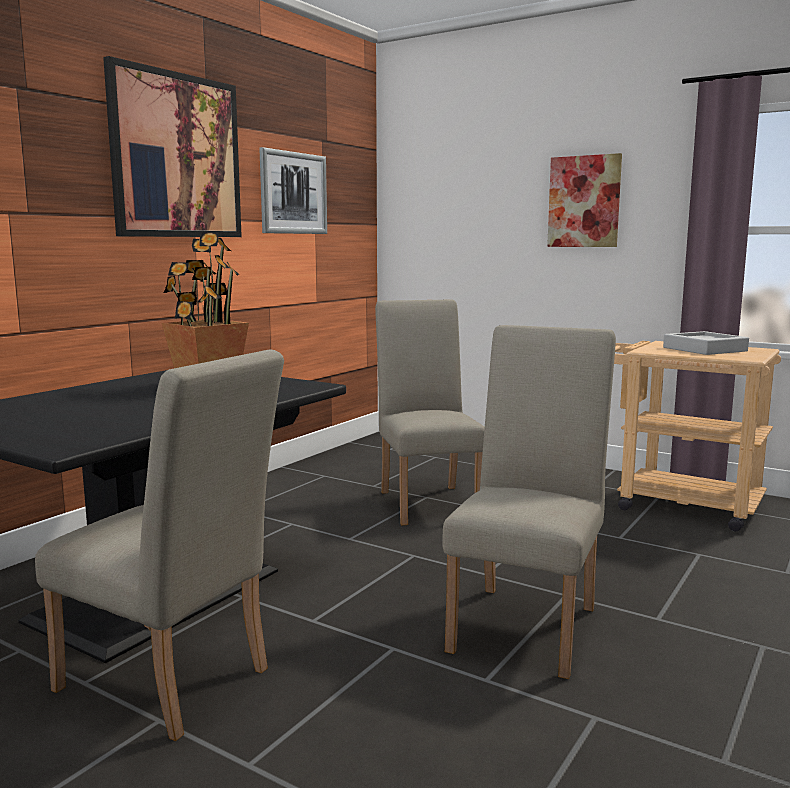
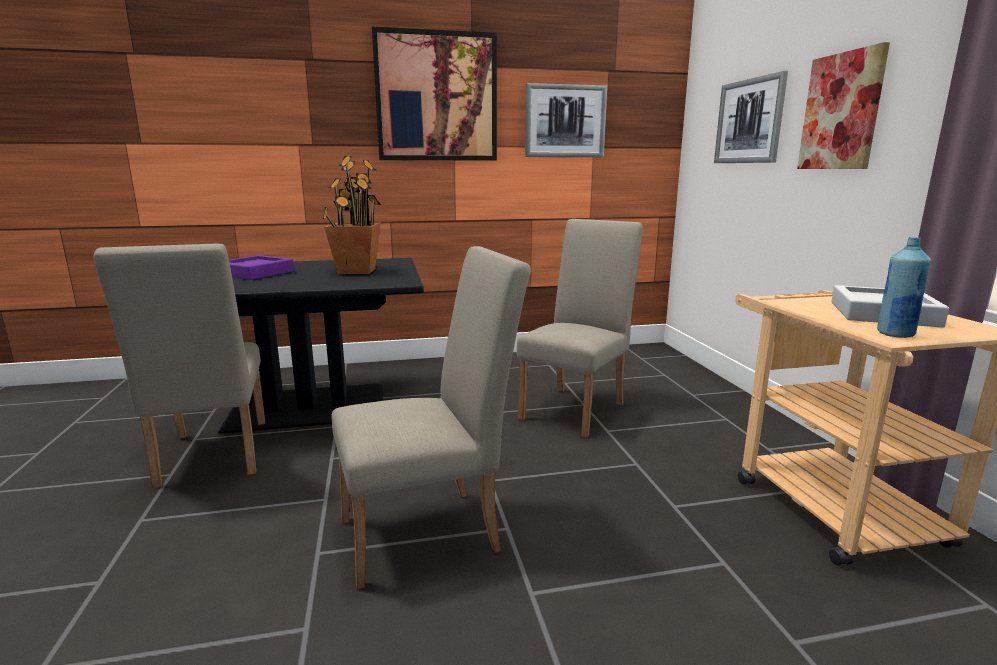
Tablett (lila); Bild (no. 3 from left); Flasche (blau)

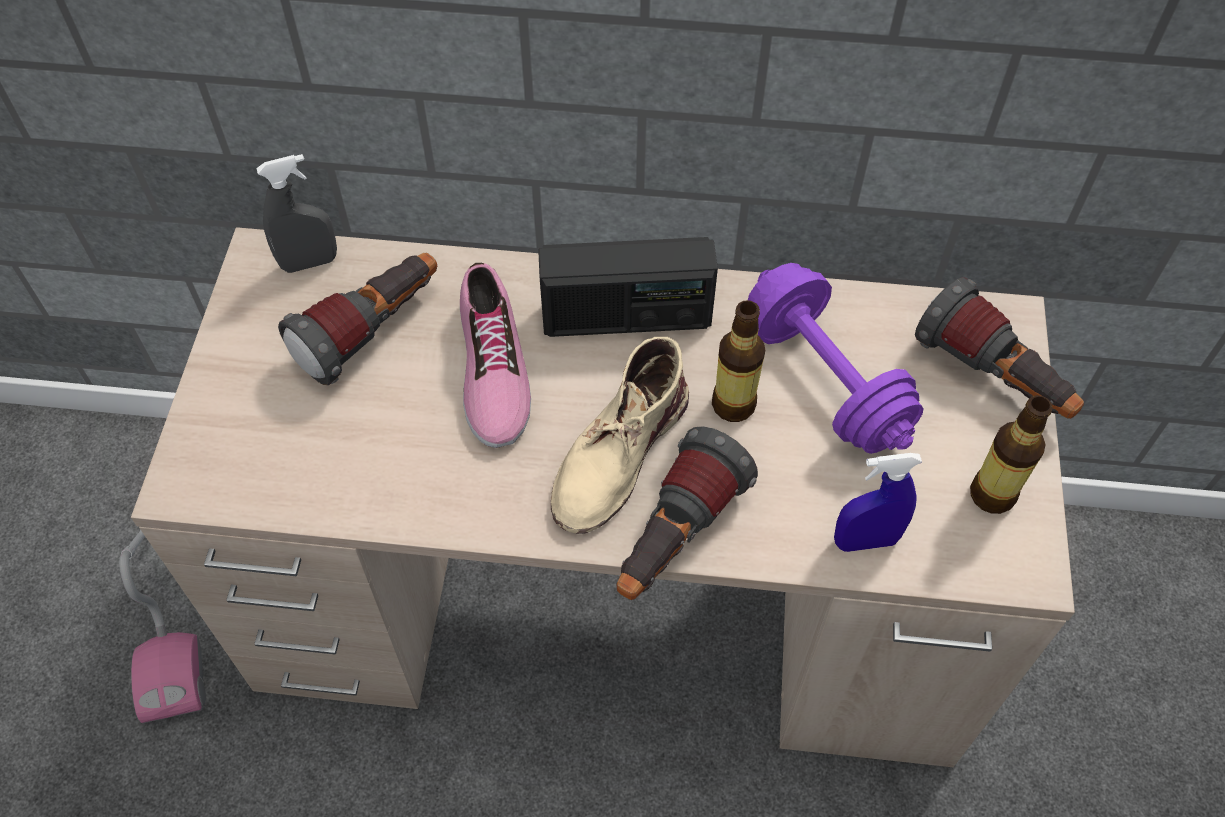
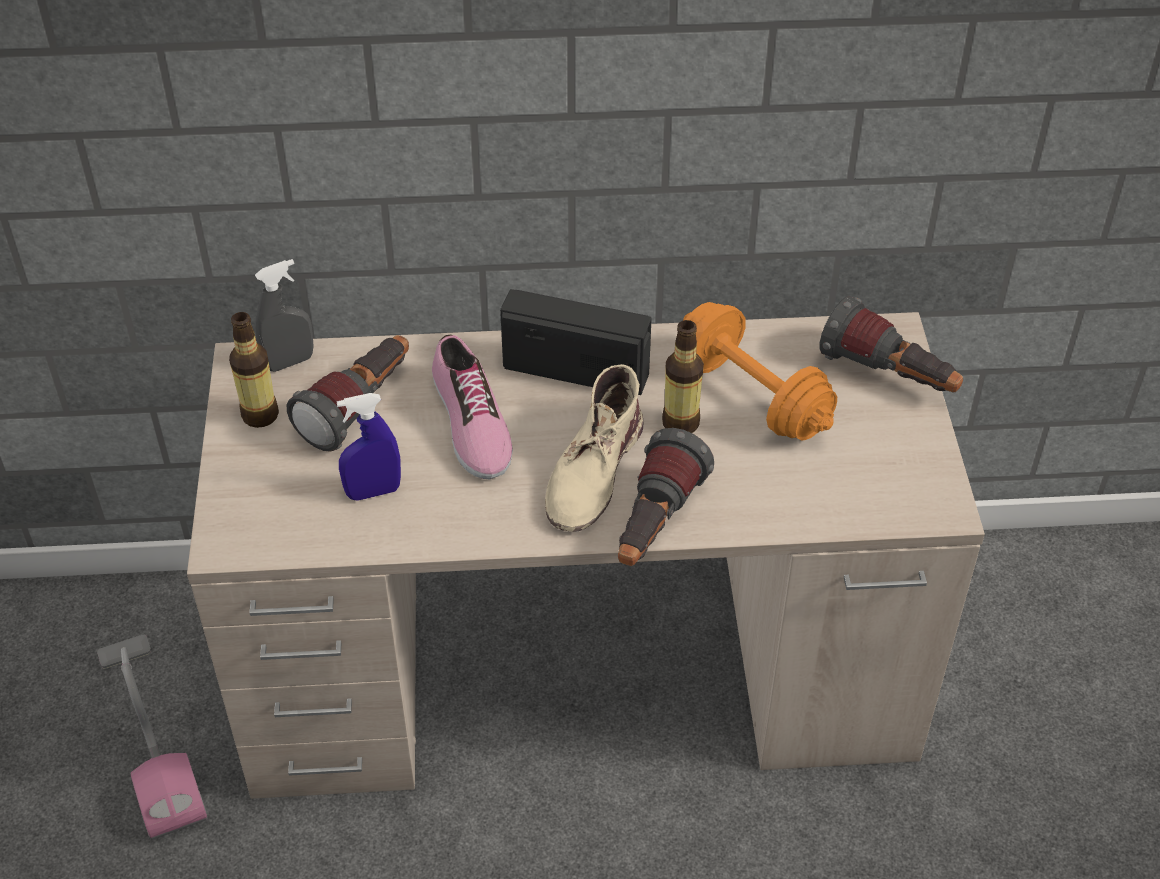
Sprühflasche (blau); Flasche (no. 1 from left); Hantel (orange); Radio

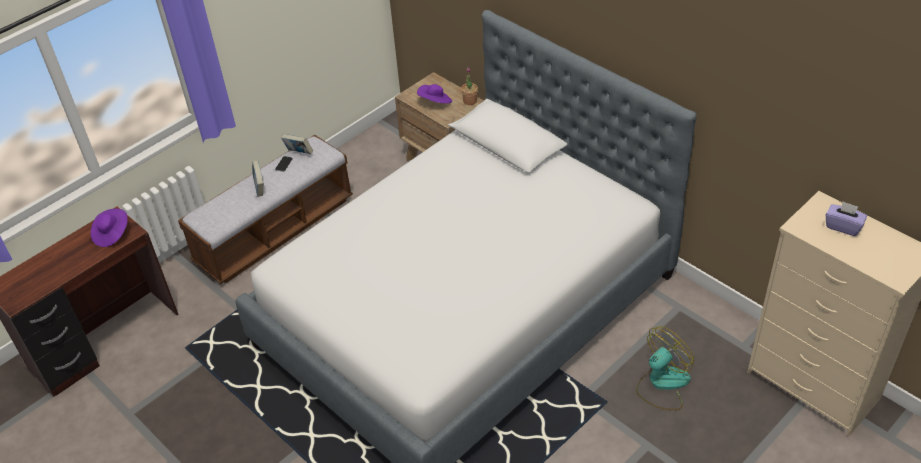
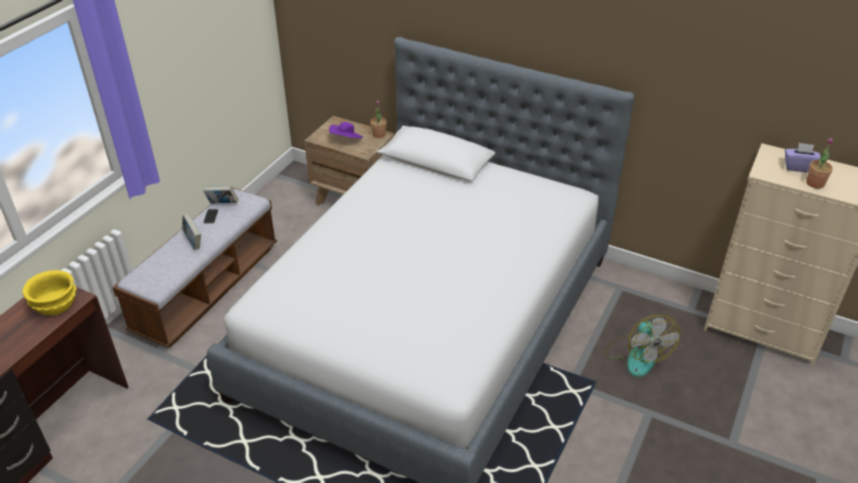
Topfpflanze (no. 2 from left); Schüssel (gelb); Ventilator

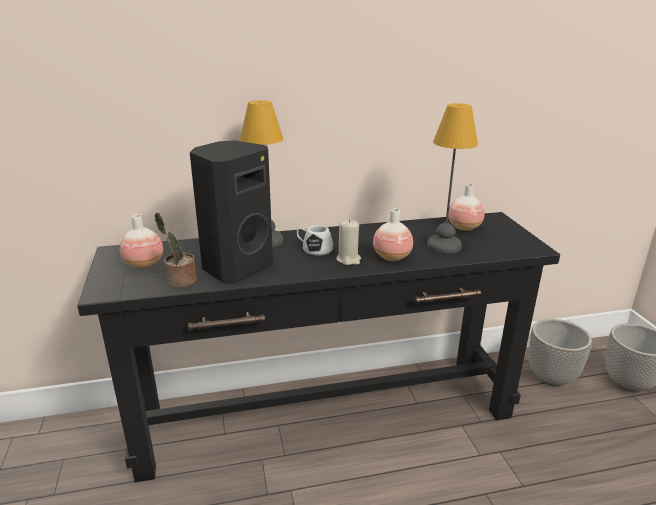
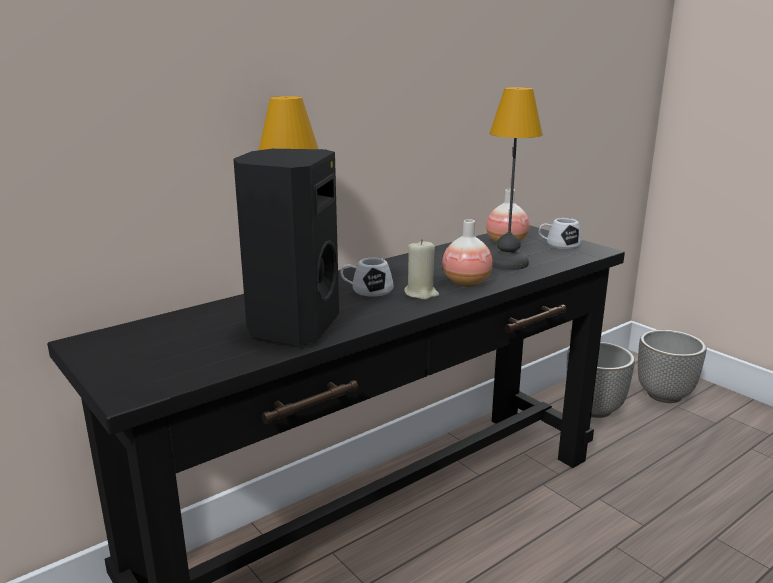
Vase (no. 1 from left in the first image); Topfpflanze; Henkelbecher (weiß) (no. 2 from left)

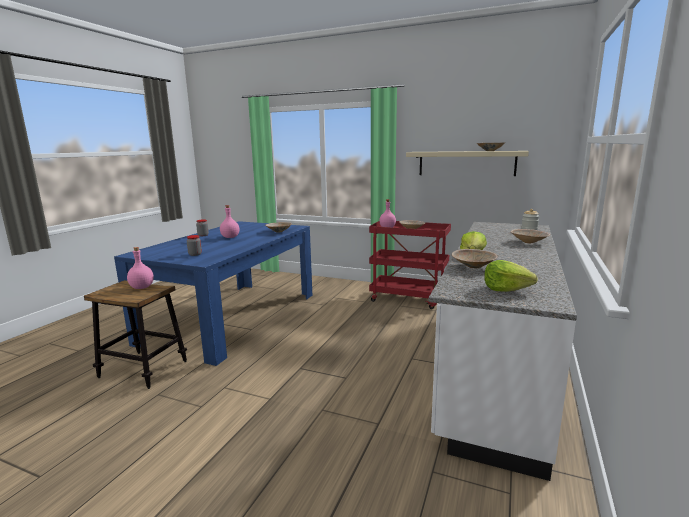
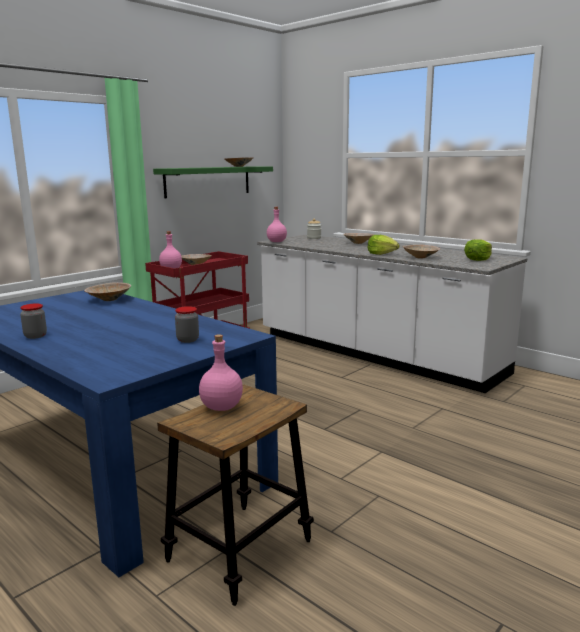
Flasche (rosa) (no. 3 from left); Wandregal (grün)

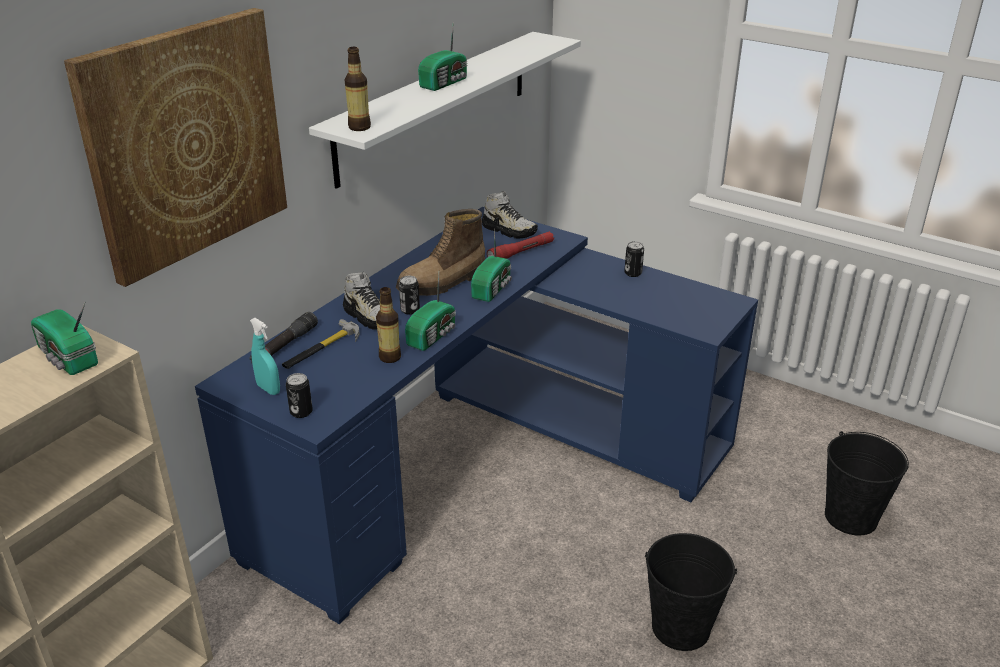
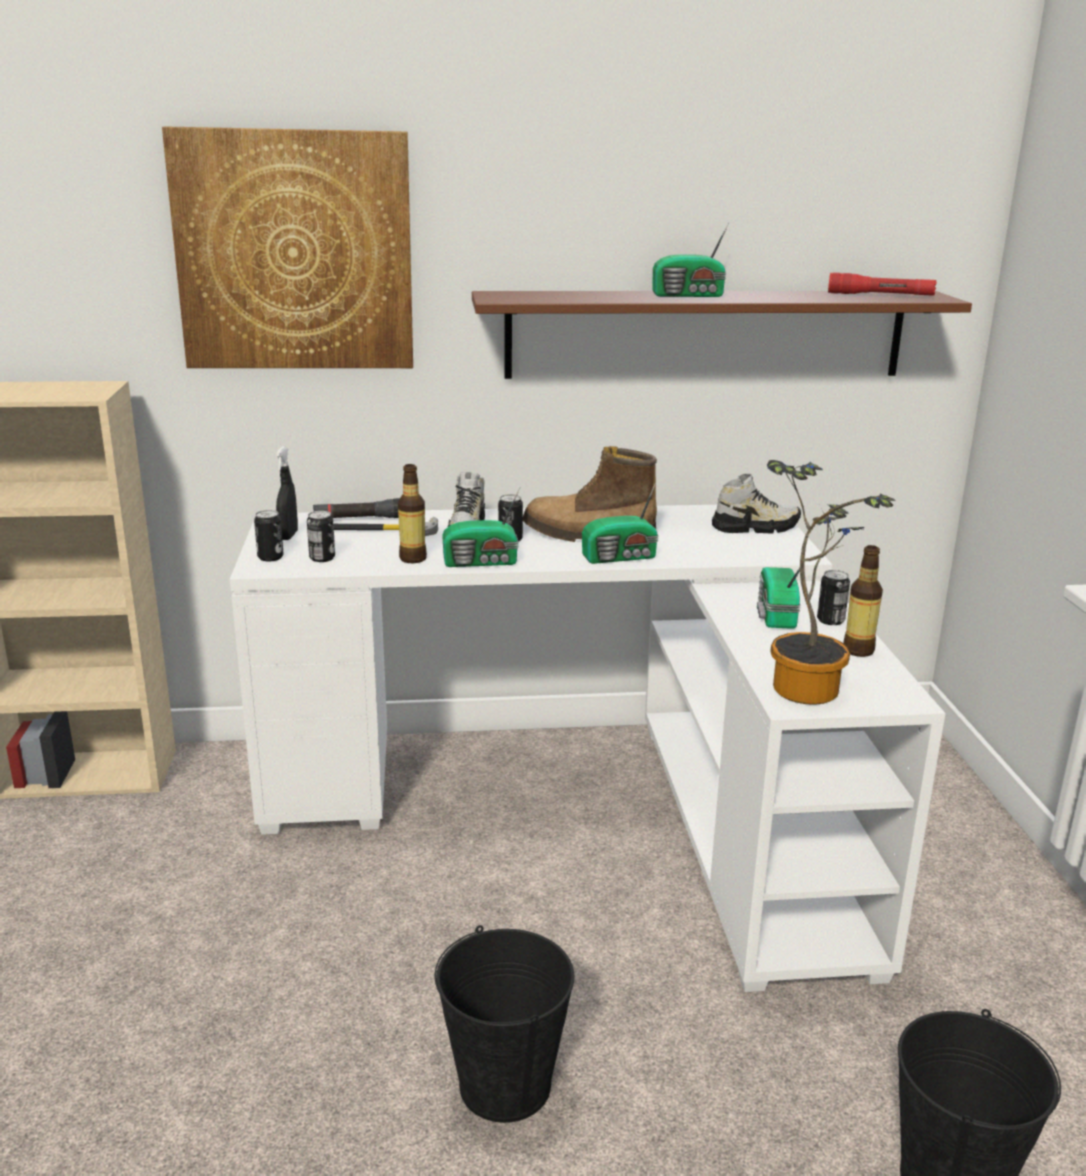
Dose (no. 2 from left); Topfpflanze; Radio (no. 4 from left); Flasche (no. 2 from left); Taschenlampe (rot); Schreibtisch (weiß); Sprühflasche (schwarz); Wandregal (braun); Schuh (no. 2 from left)

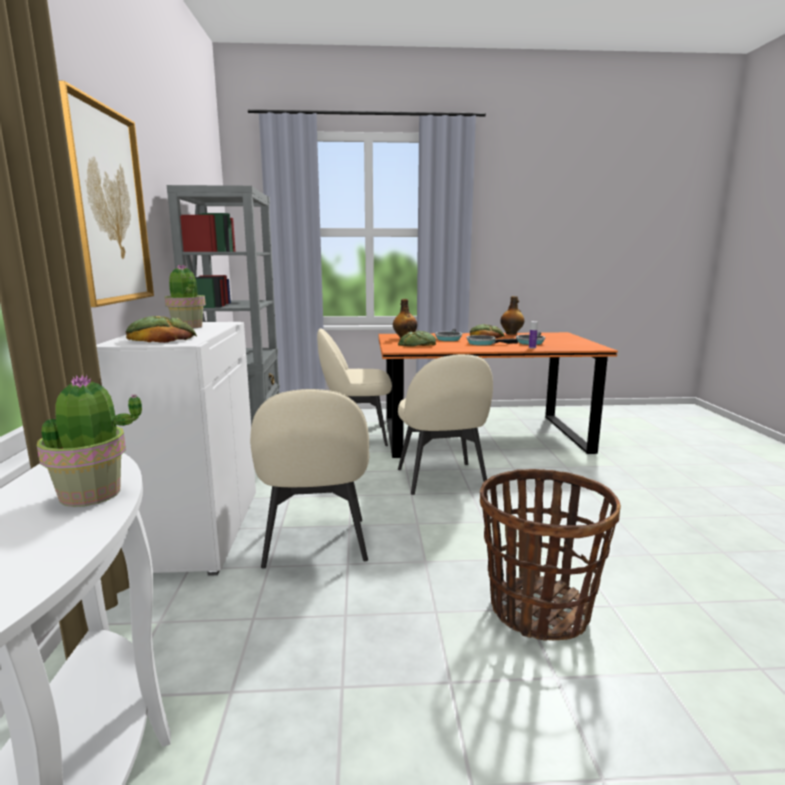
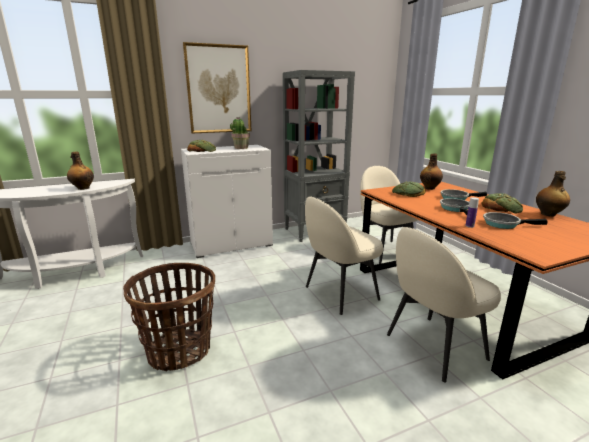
Stuhl (beige) (no. 3 from left); Flasche (no. 1 from left)

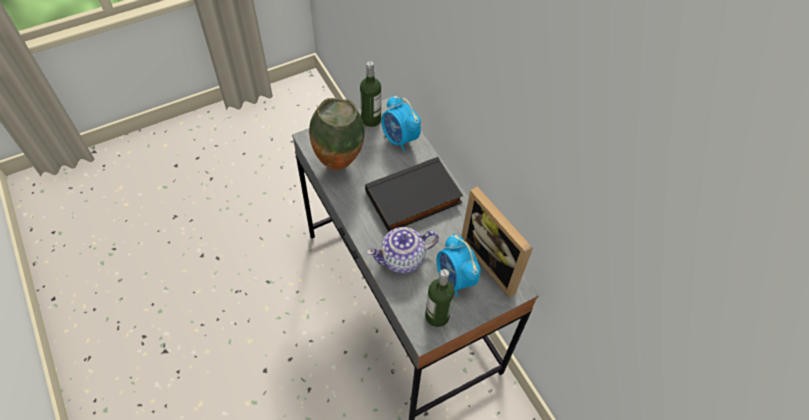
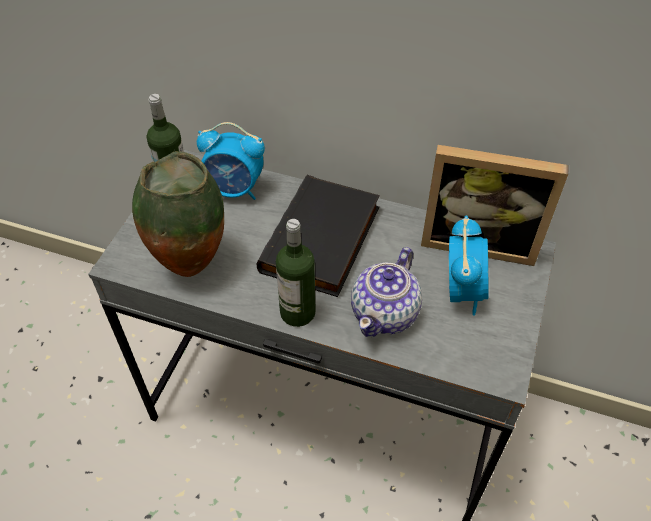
Flasche (no. 2 from left); Wecker (no. 2 from left)

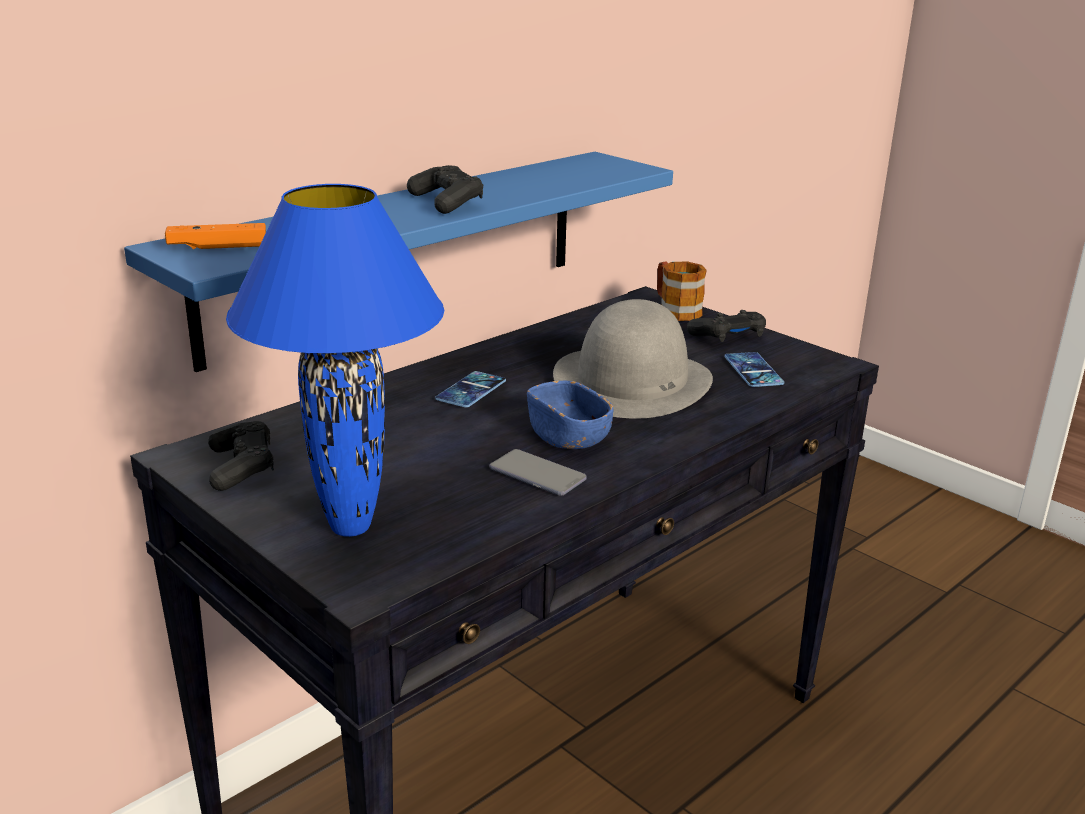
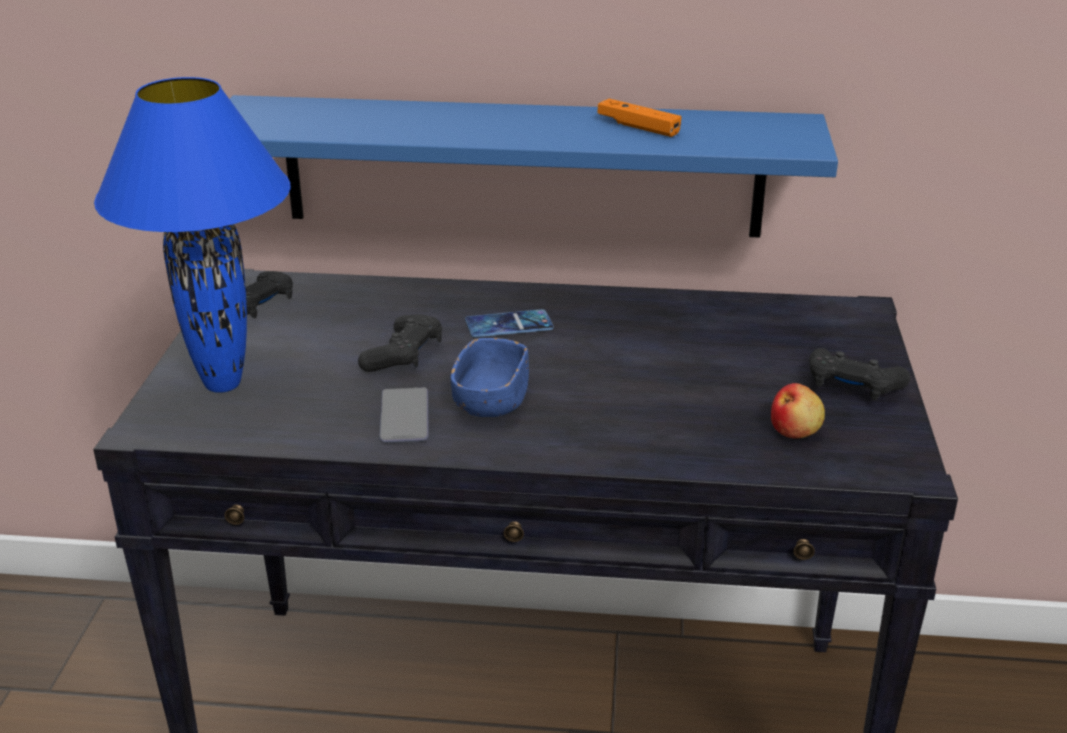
Hut (grau); Henkelbecher; Gamepad (orange); Gamepad (schwarz) (no. 2 from left); Apfel

